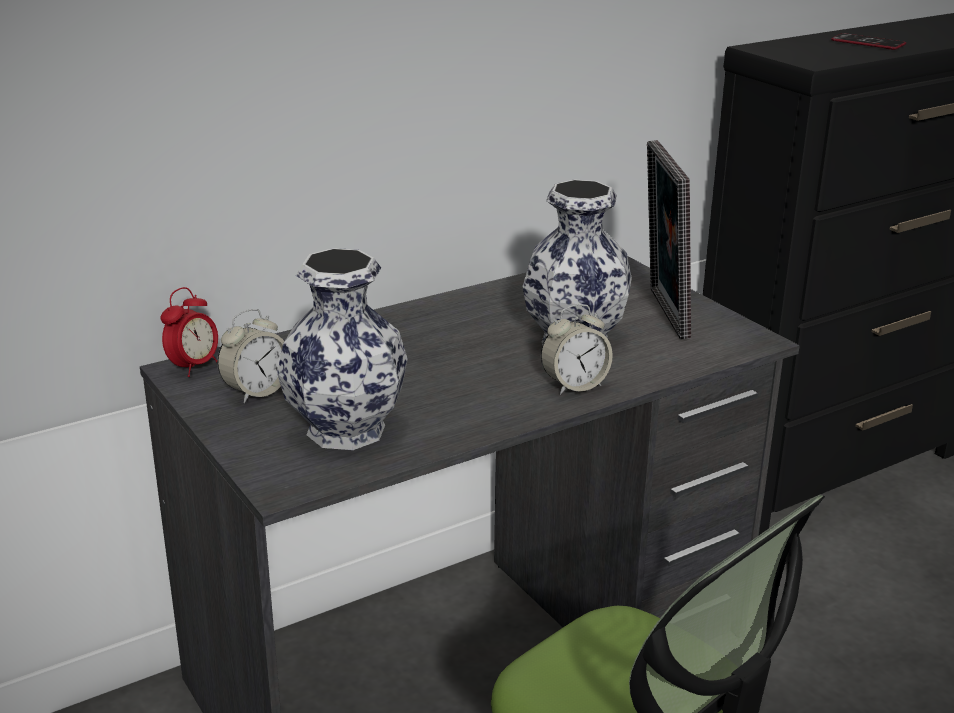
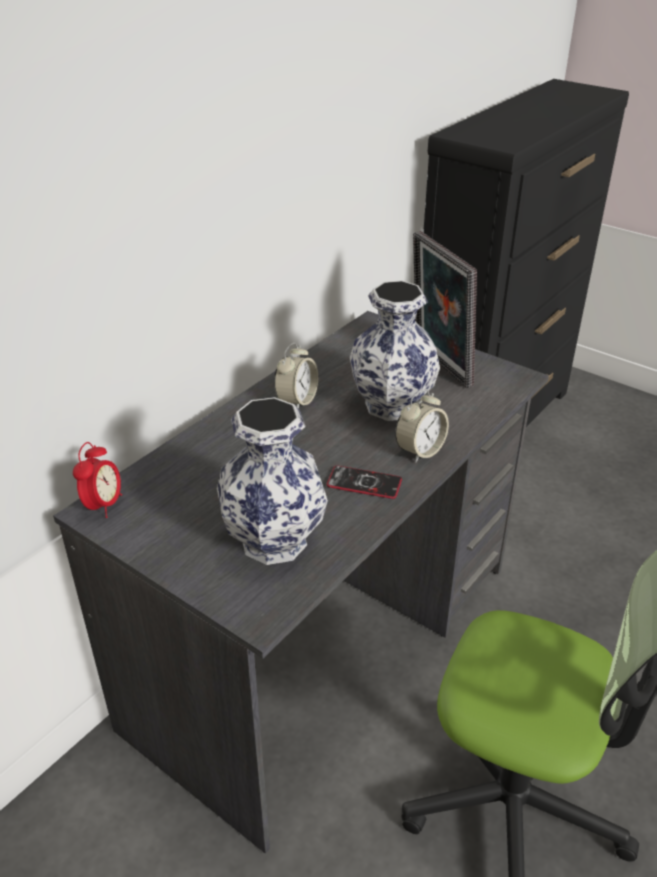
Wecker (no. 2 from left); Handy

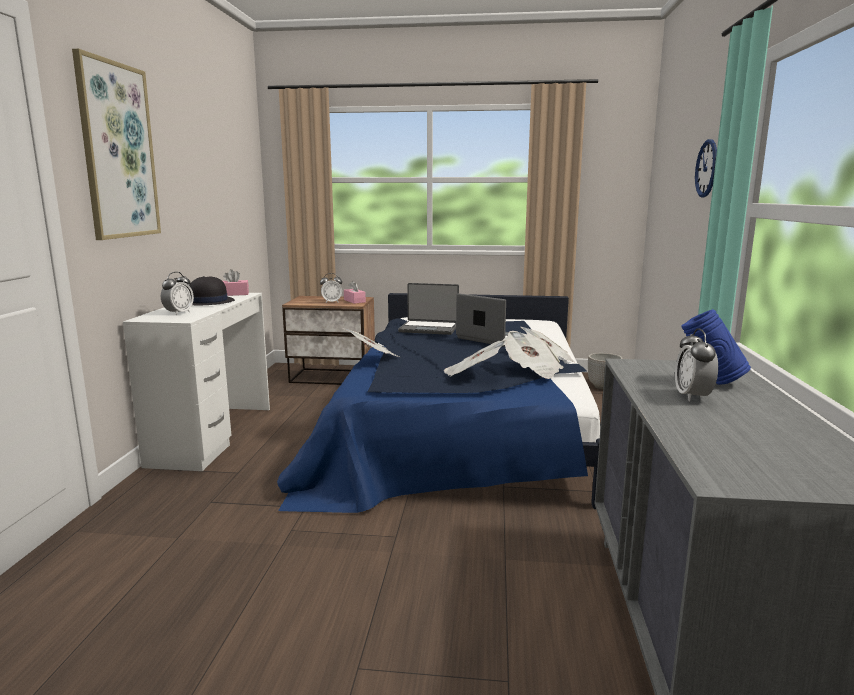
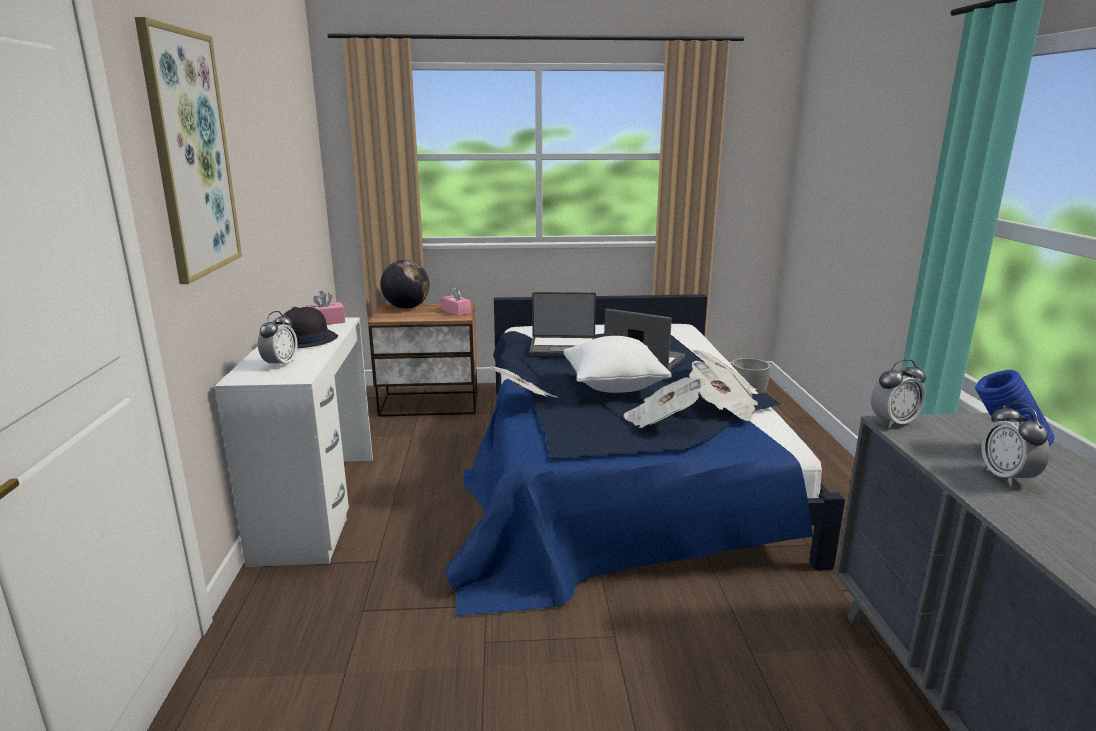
Wanduhr; Globus; Kissen (weiß); Wecker (no. 2 from left)

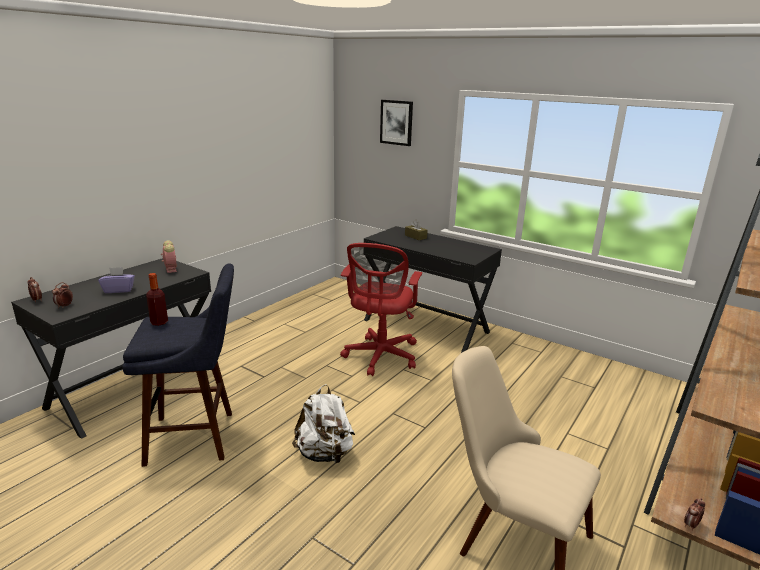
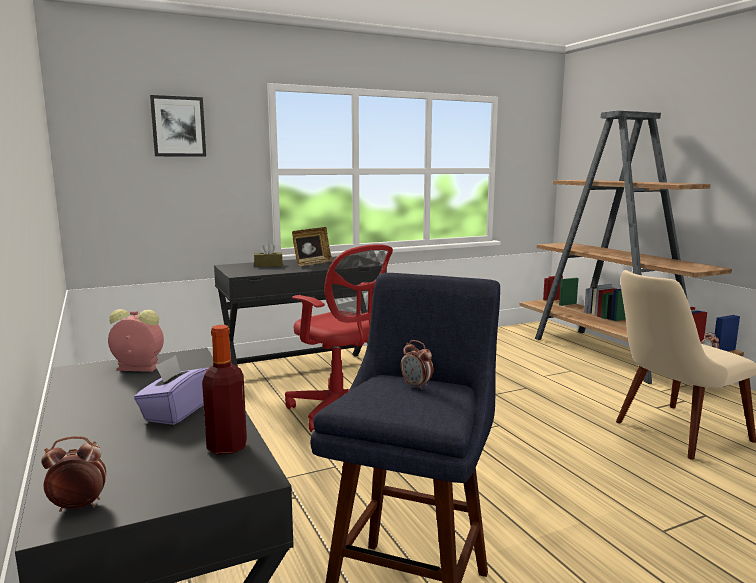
Rucksack (weiß); Bilderrahmen; Wecker (no. 3 from left); Flasche

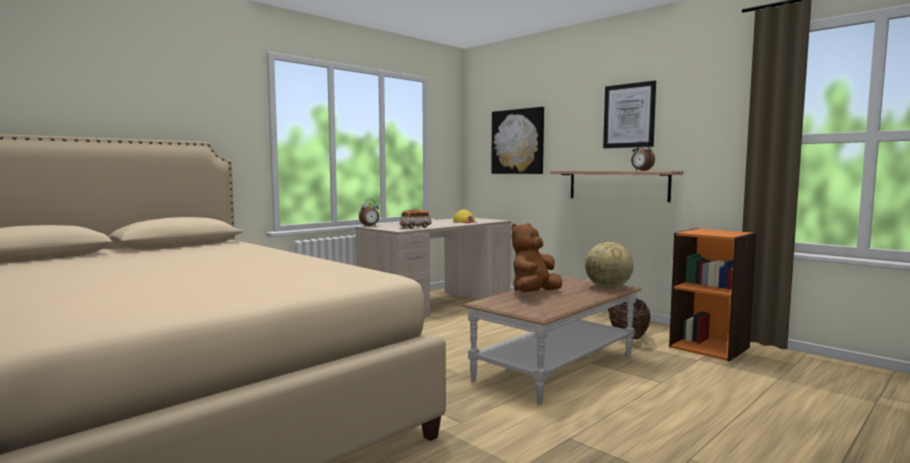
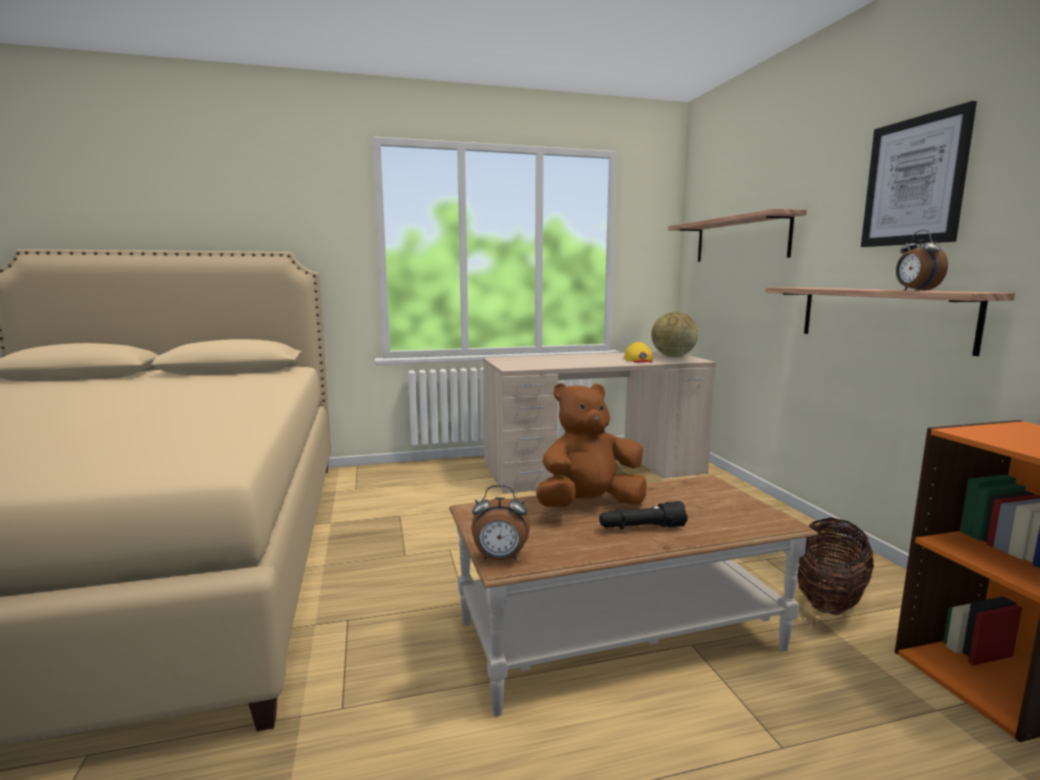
Spielzeugauto; Taschenlampe (schwarz); Wecker (no. 1 from left); Globus; Wandregal (no. 1 from left)

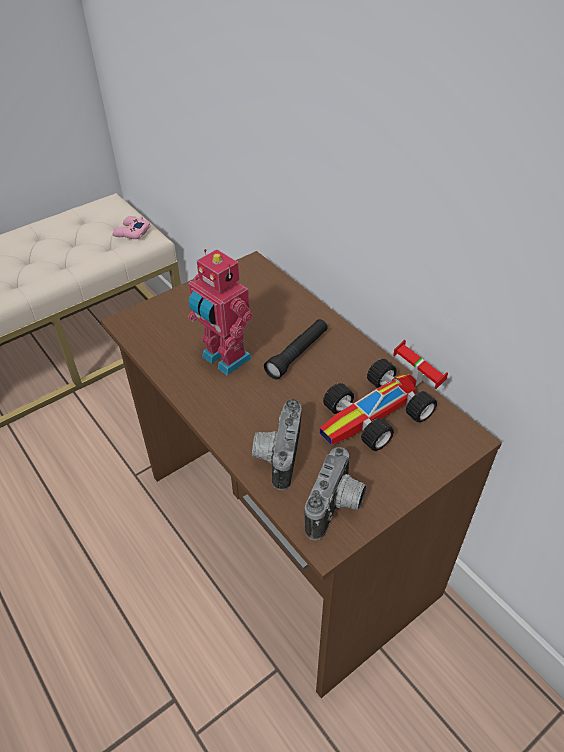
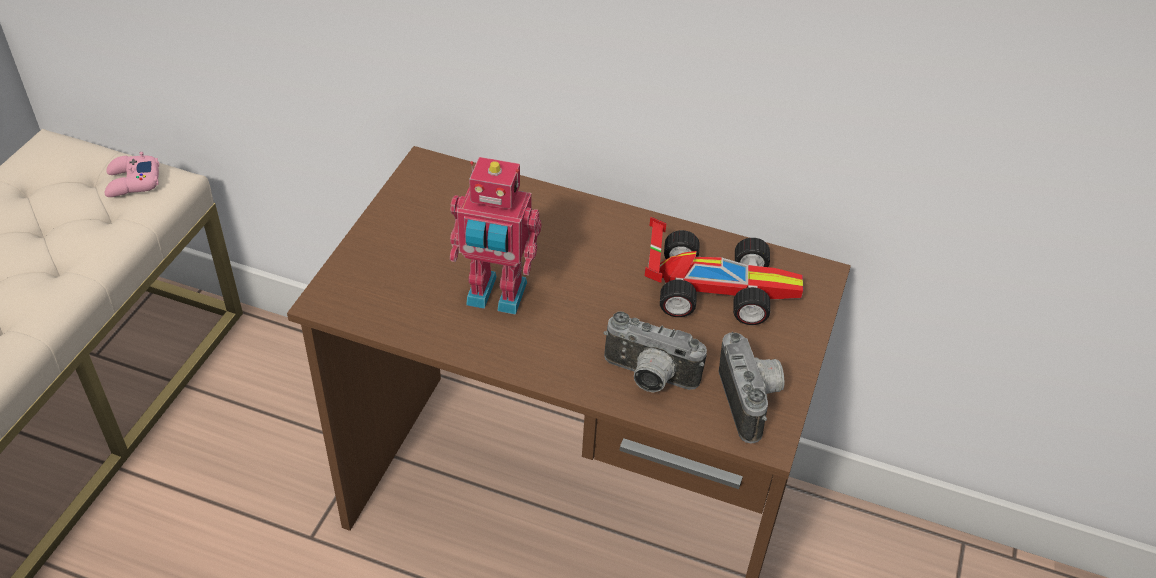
Taschenlampe (schwarz); Kamera (no. 1 from left); Spielzeugauto

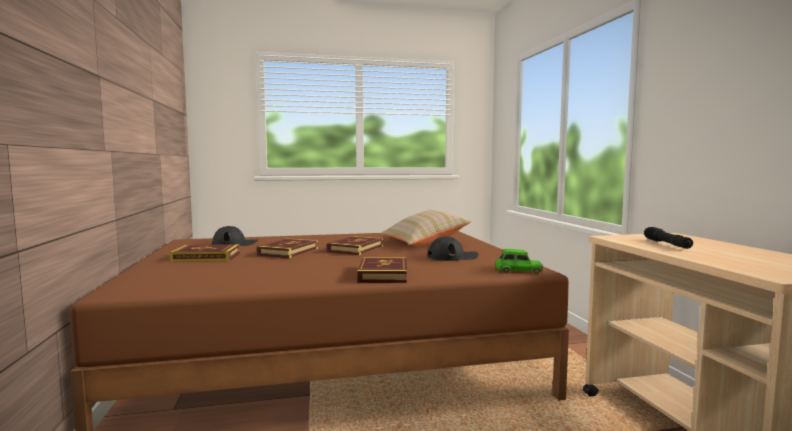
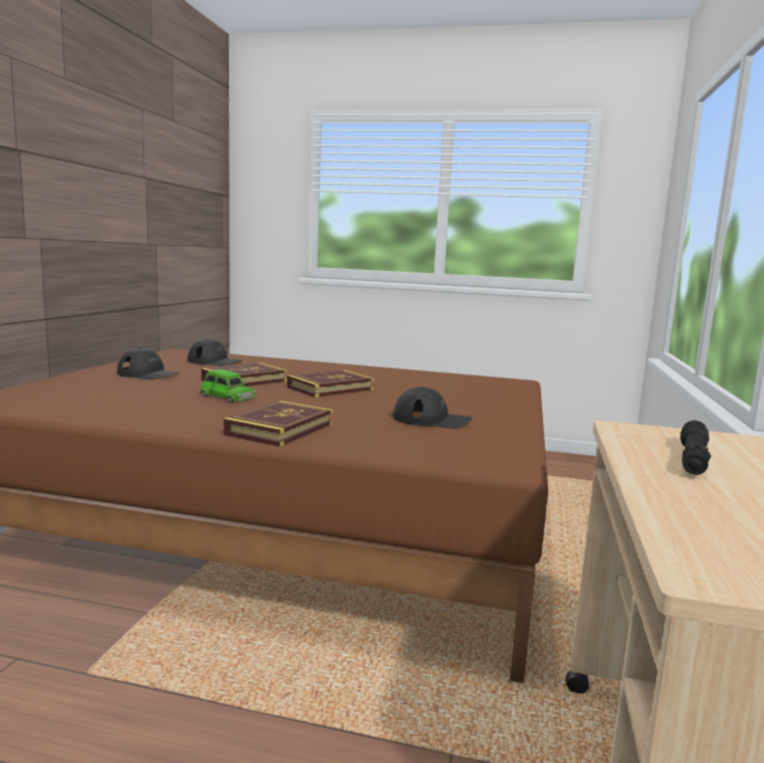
Kissen (beige); Spielzeugauto (grün); Kappe (schwarz) (no. 1 from left)

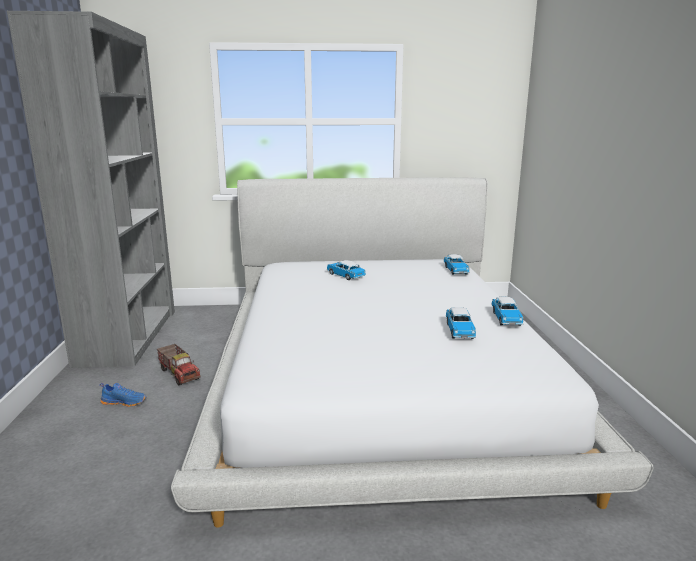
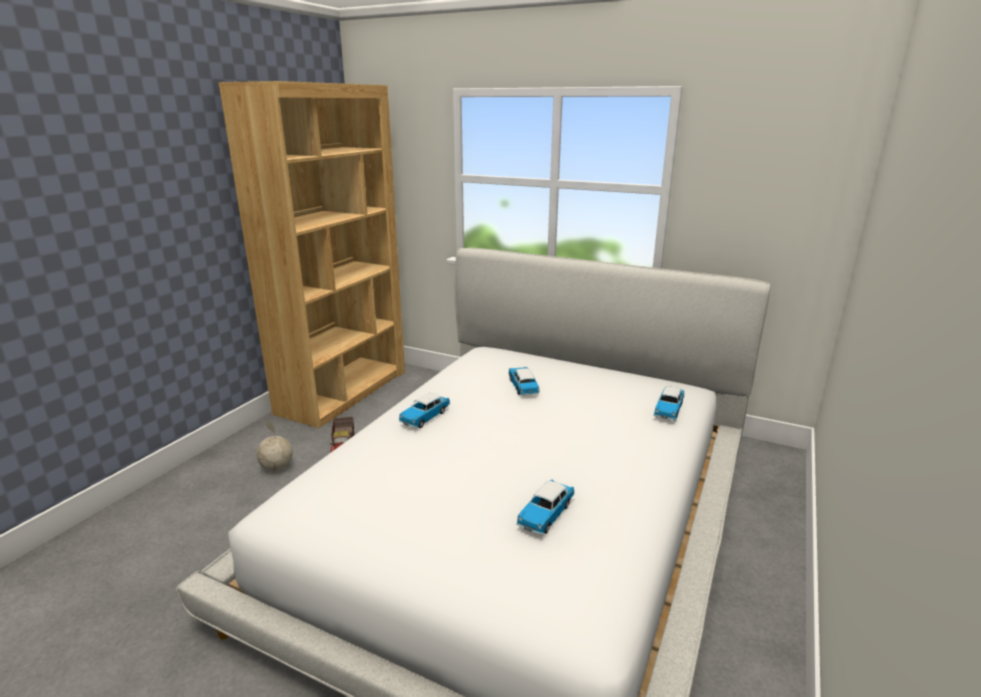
Spielzeugauto (no. 1 from left); Globus; Bücherregal (braun)

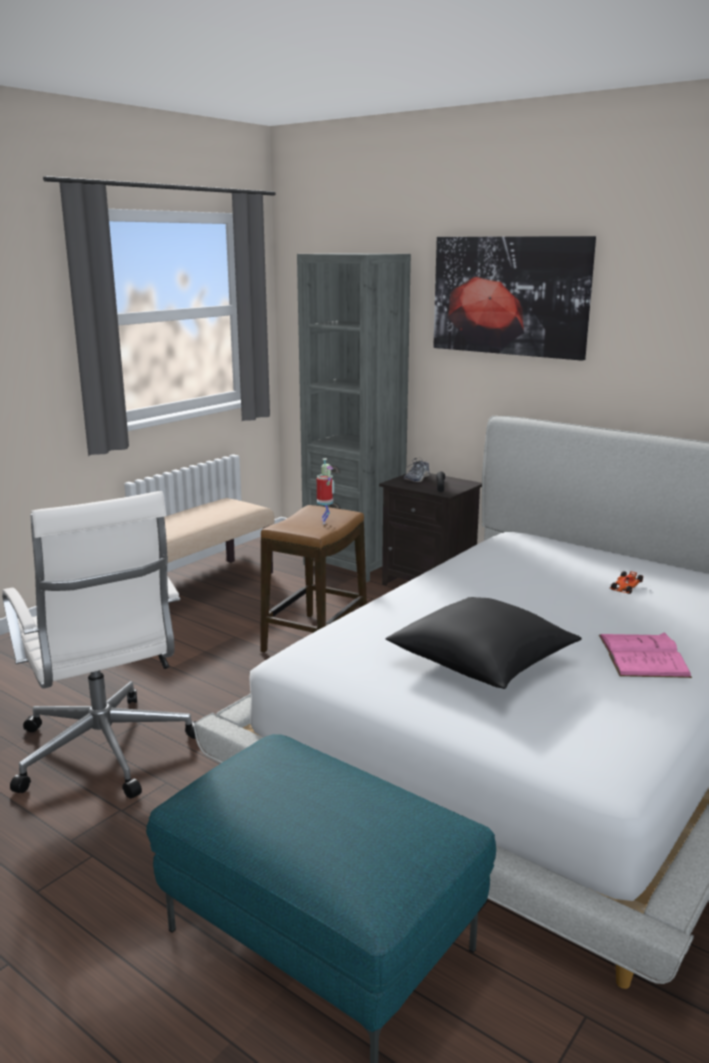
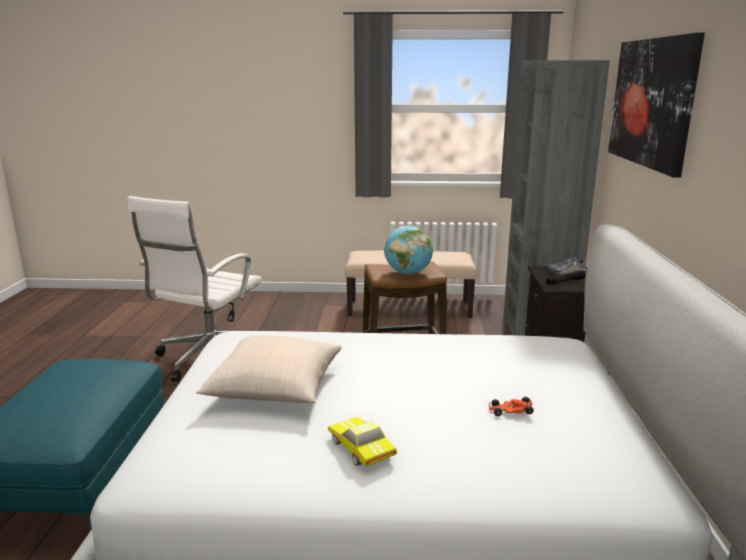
Globus; Spielzeugauto (no. 1 from left); Kissen (beige)

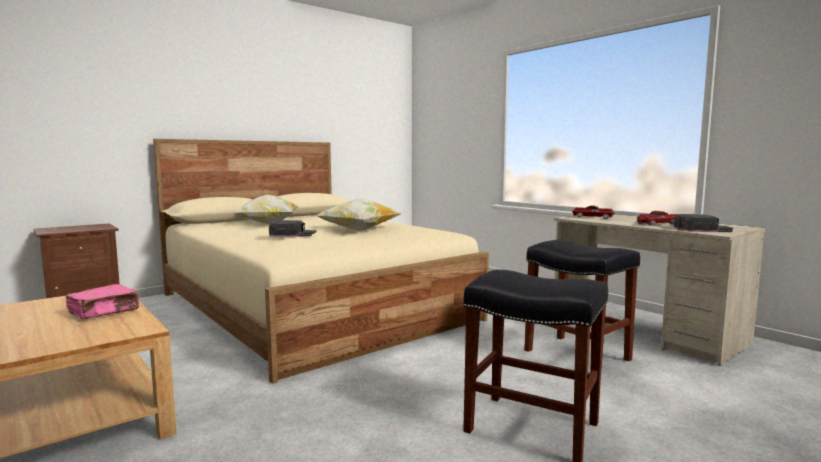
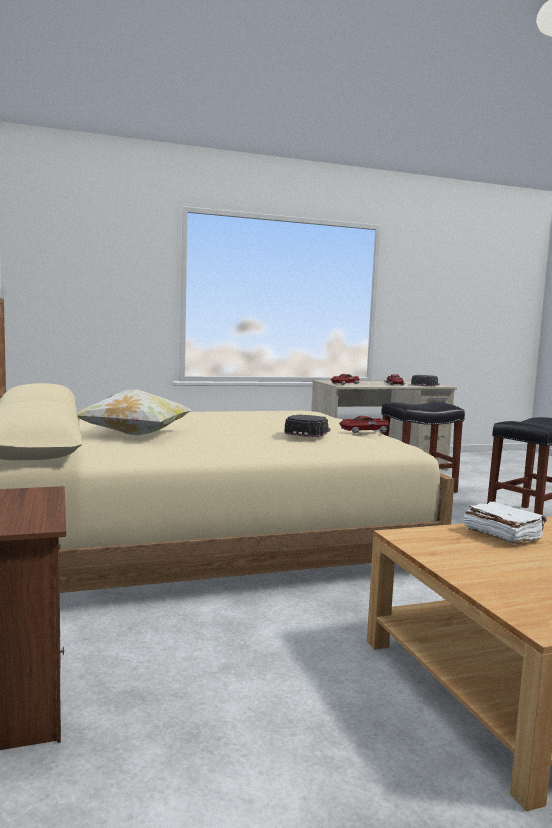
Kissen (no. 2 from left in the first image); Spielzeugauto (no. 2 from left); Buch (weiß)

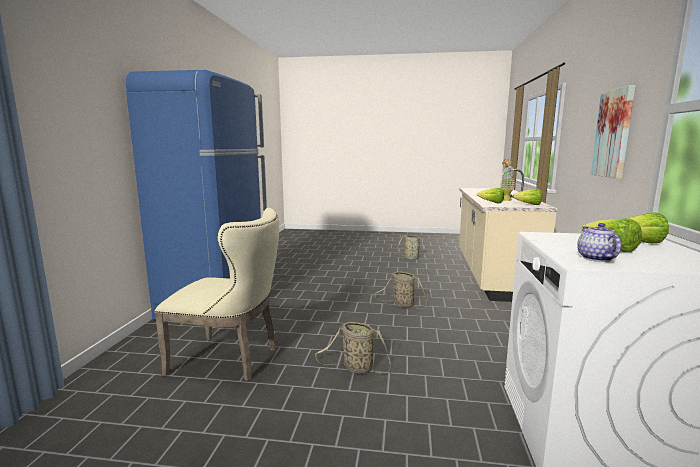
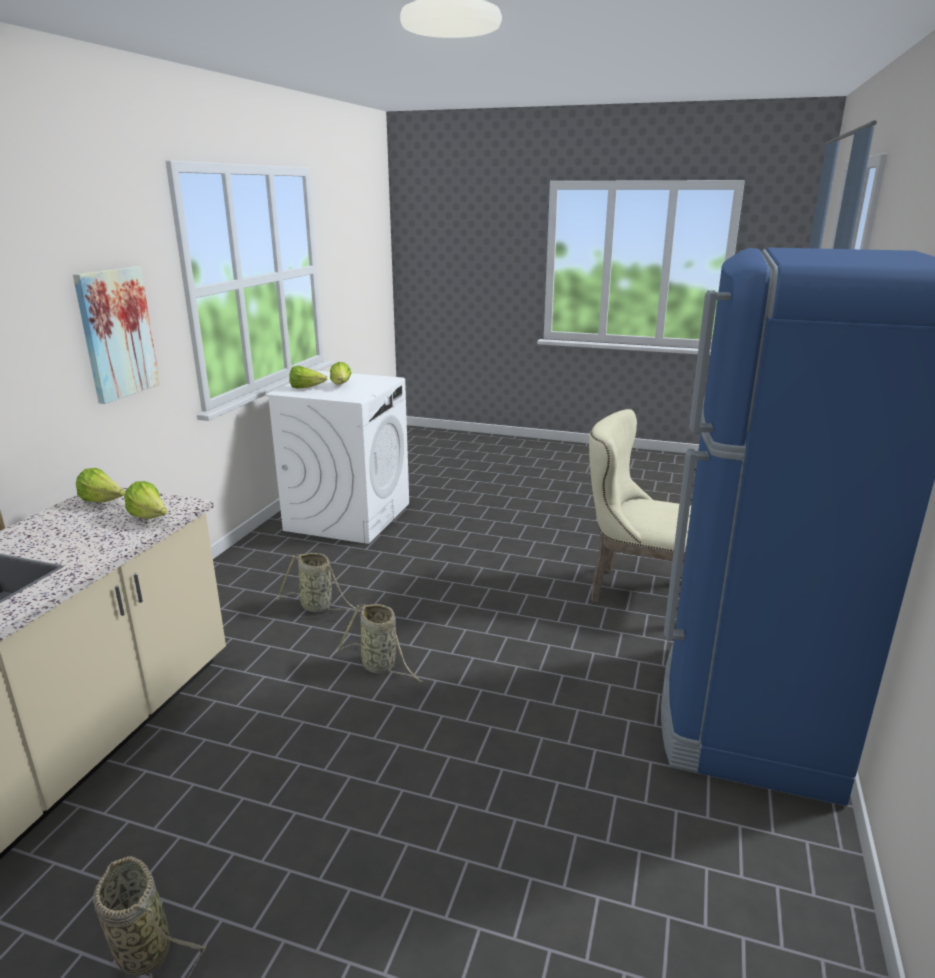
Topfpflanze; Teekanne; Korb (no. 2 from left)

